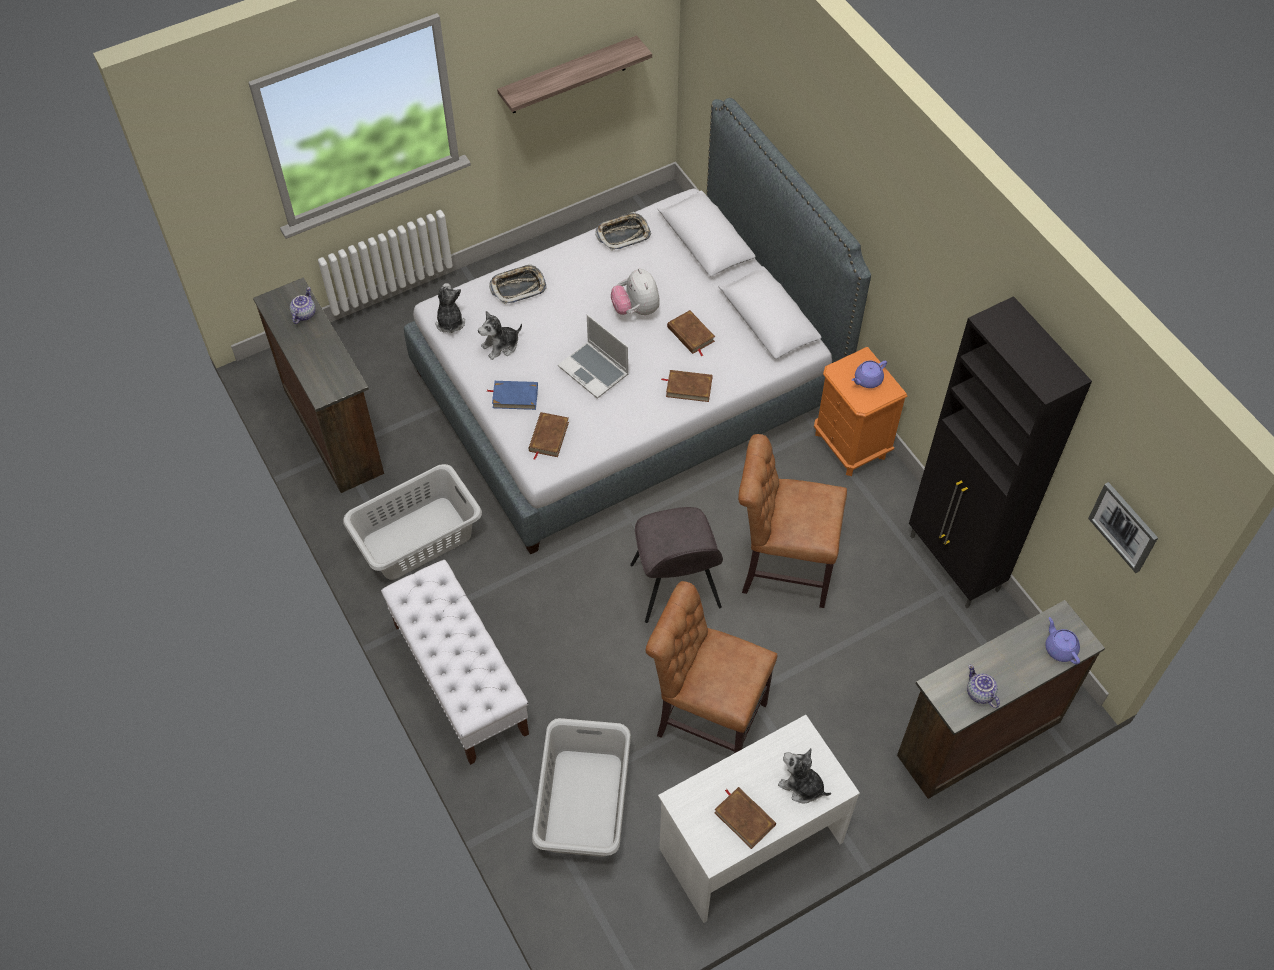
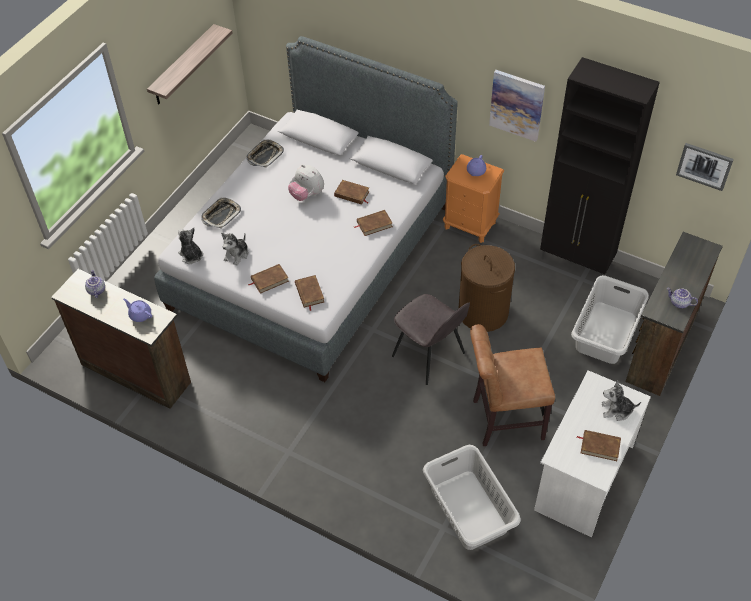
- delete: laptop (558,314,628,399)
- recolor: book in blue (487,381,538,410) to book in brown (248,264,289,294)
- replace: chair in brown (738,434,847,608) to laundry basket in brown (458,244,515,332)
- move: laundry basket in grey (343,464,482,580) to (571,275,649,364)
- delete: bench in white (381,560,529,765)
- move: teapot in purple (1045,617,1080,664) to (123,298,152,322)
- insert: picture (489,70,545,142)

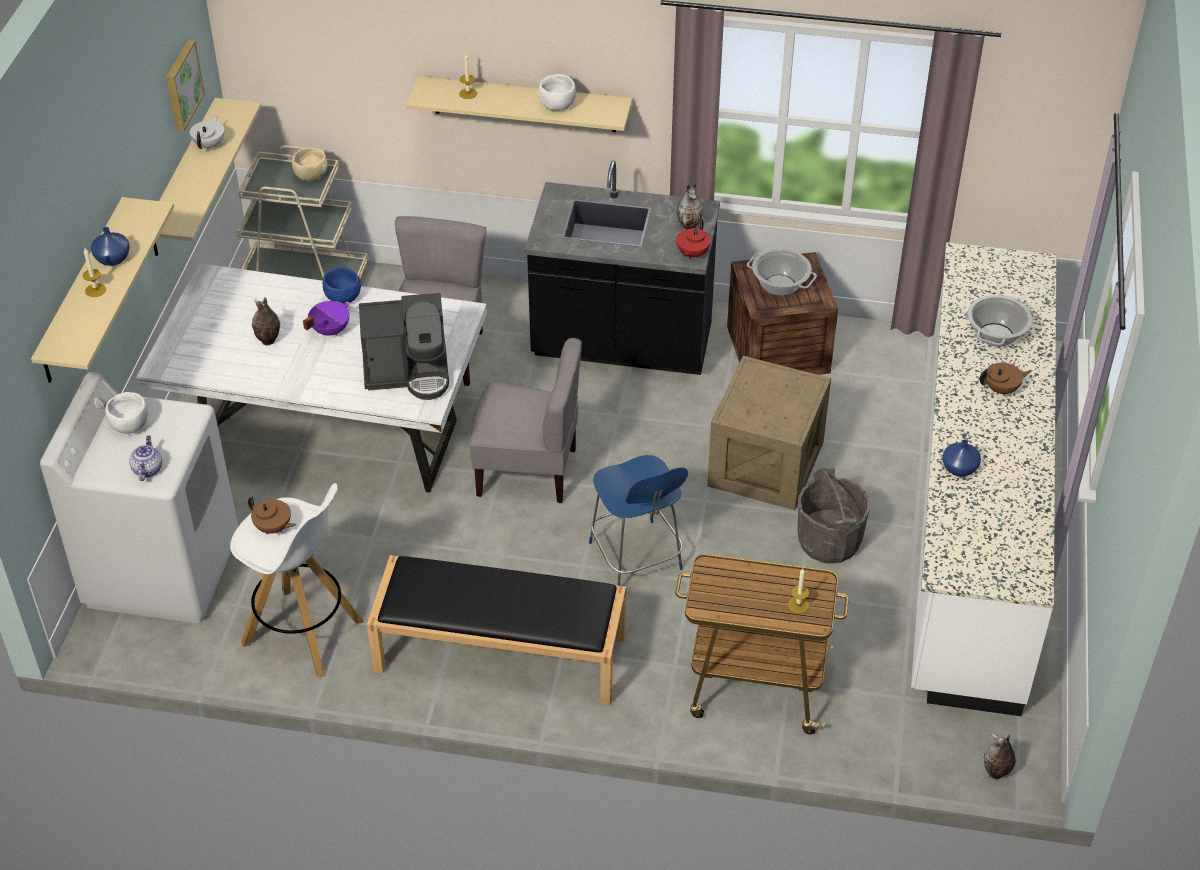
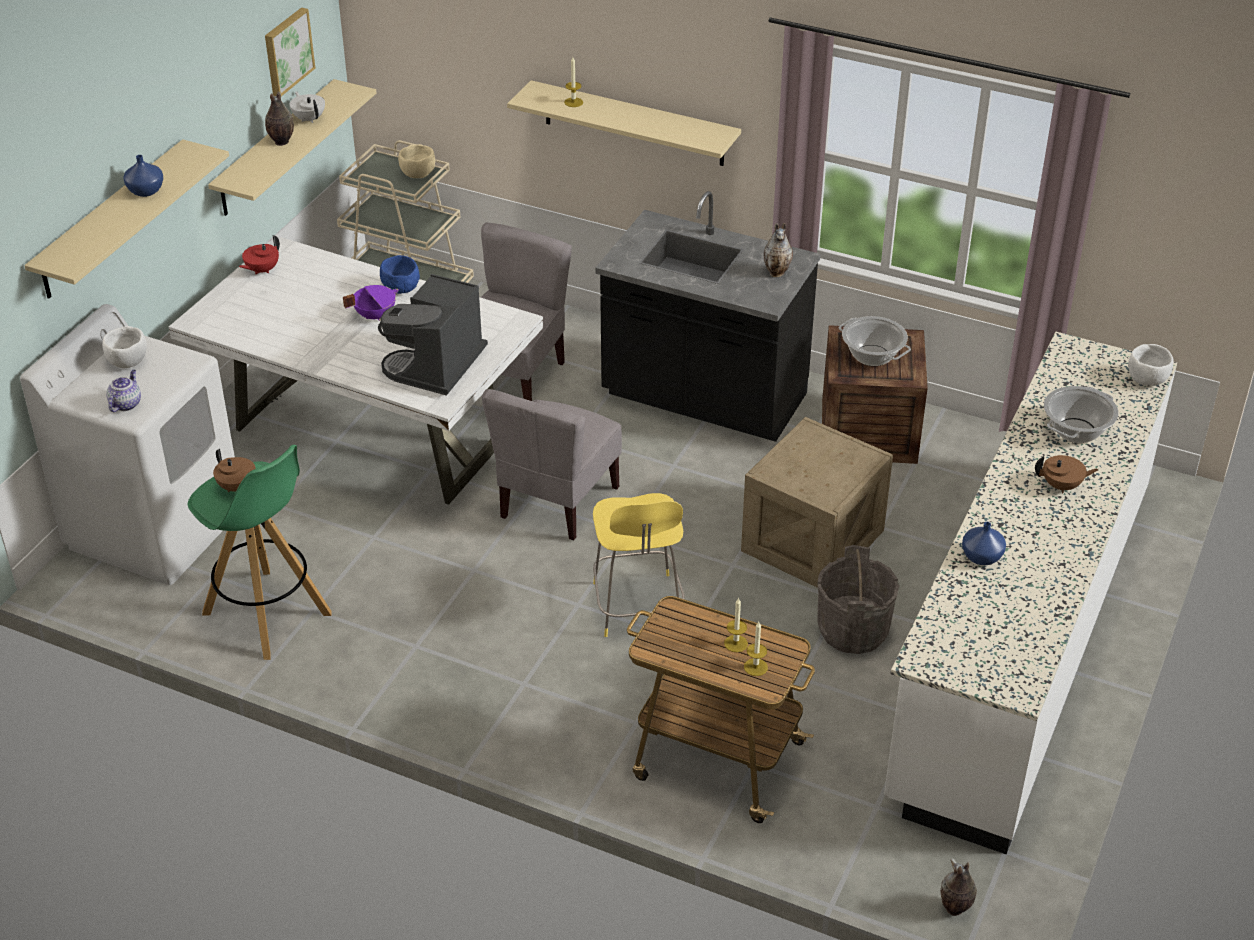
- move: bowl in white (538,74,576,111) to (1128,344,1173,386)
- rotate: teapot in white (190,115,224,150) = (290,91,325,123) 60 degrees counterclockwise
- move: teapot in red (676,219,711,259) to (239,235,280,274)
- move: candle (83,248,106,297) to (724,598,748,652)
- rotate: coffee machine (359,293,449,400) = (378,274,488,396) 105 degrees clockwise
- move: vase (252,297,280,346) to (265,91,294,146)
- rotate: chair in grey (469,338,582,503) = (482,389,622,540) 90 degrees clockwise
- recolor: stool in blue (589,455,688,586) to stool in yellow (593,493,685,637)
- recolor: stool in white (230,483,364,678) to stool in green (188,445,332,660)
- delete: bench in black (367,555,626,706)

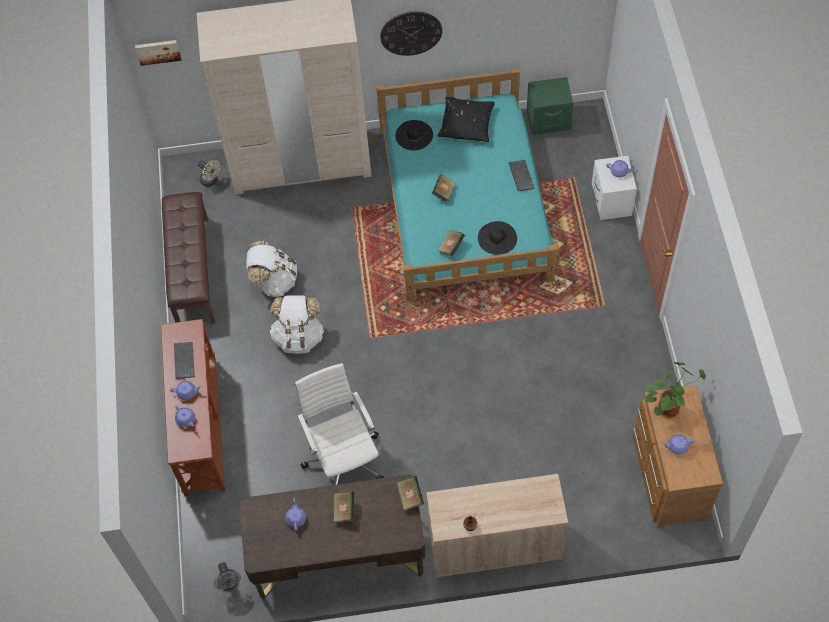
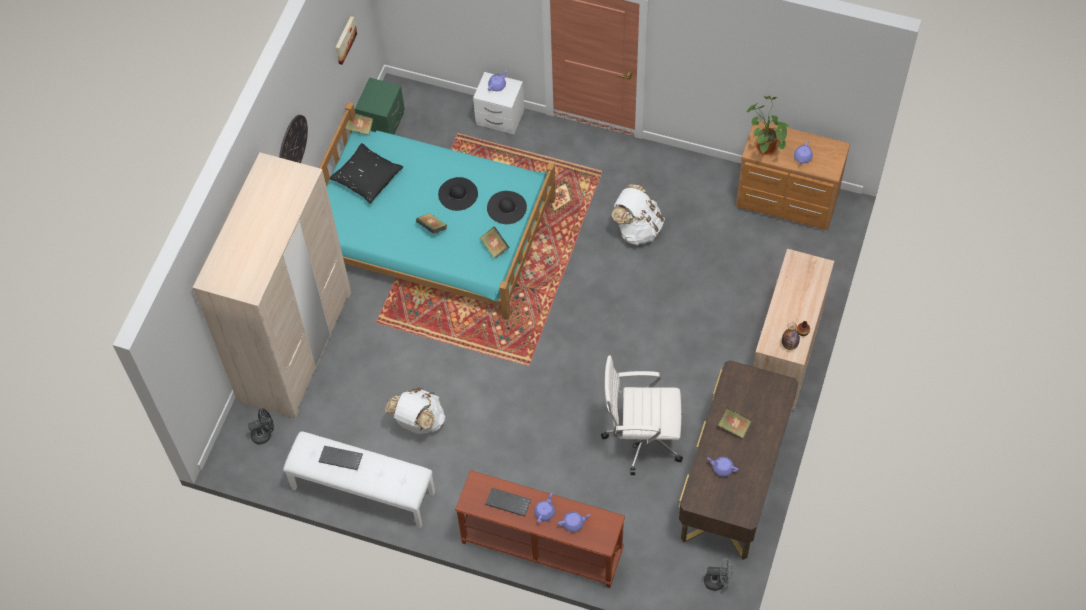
- move: picture (135,40,181,66) to (336,16,357,65)
- move: hat in black (395,120,433,150) to (438,177,478,211)
- recolor: fan in beige (198,160,221,187) to fan in black (248,408,274,445)
- move: keyboard (509,160,534,191) to (318,446,363,470)
- recolor: bench in brown (162,192,216,324) to bench in white (283,431,435,528)
- move: backpack in white (270,296,324,354) to (611,184,665,246)
- move: book (397,476,424,510) to (345,114,373,135)
- insert: bottle (782,323,800,350)

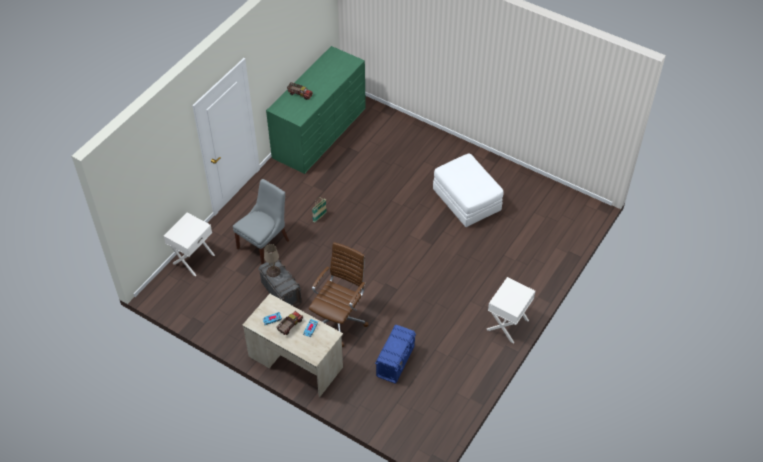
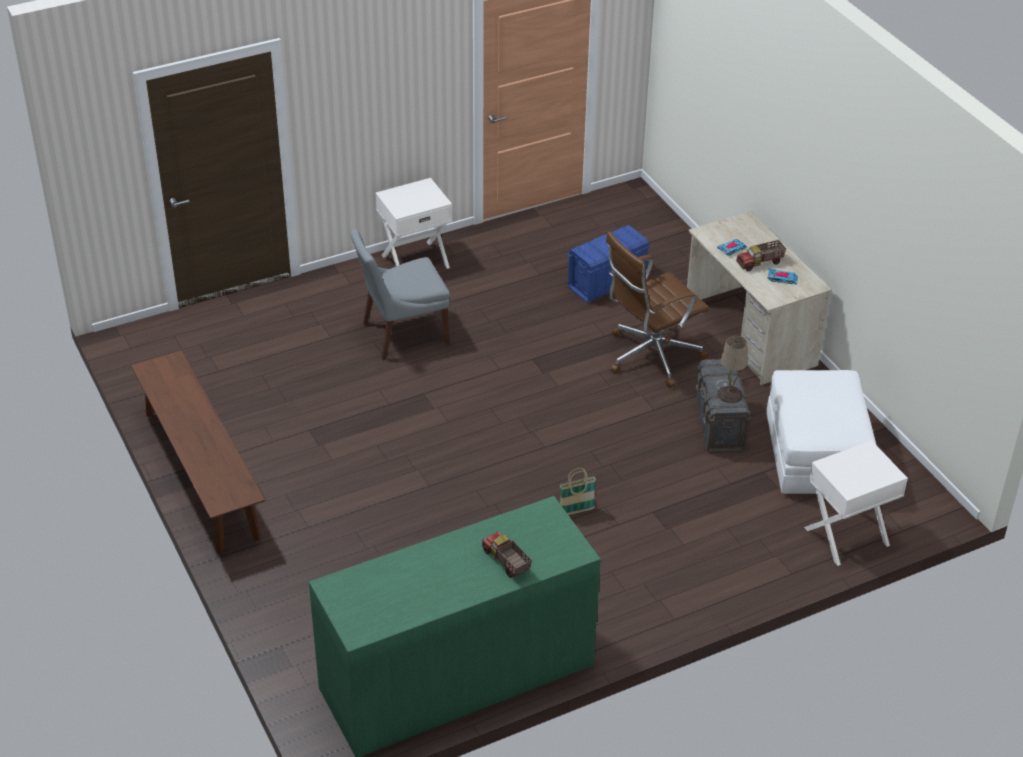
- move: ottoman in white (433,153,504,227) to (767,370,876,494)
- move: chair in grey (233,179,289,265) to (350,229,450,360)
- insert: bench in brown (131,350,265,554)

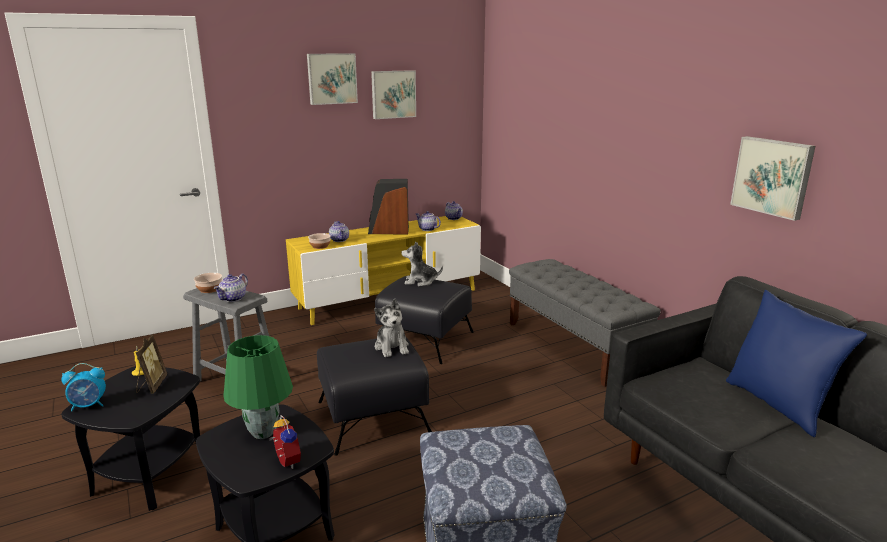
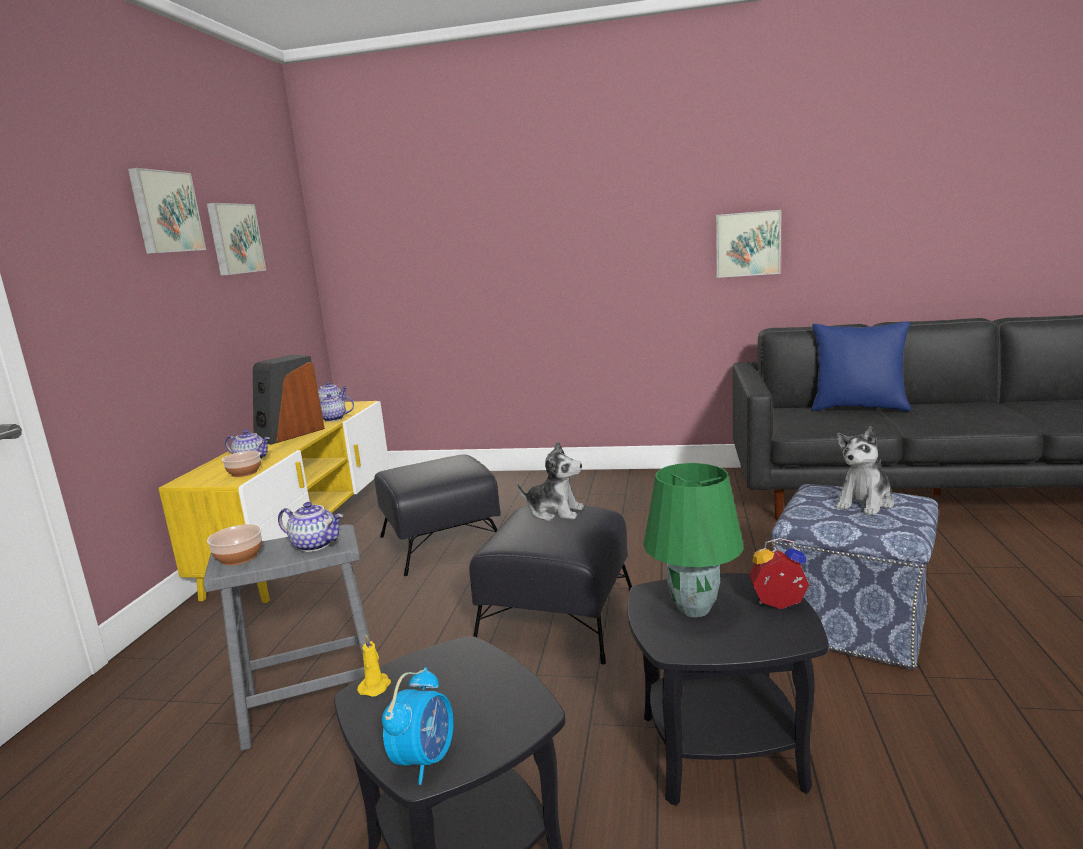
- move: plush toy (402,241,443,286) to (836,426,894,516)
- delete: bench in grey (509,259,661,387)
- rotate: teapot (214,273,248,302) = (278,502,343,552) 45 degrees counterclockwise
- delete: picture frame (135,334,167,394)

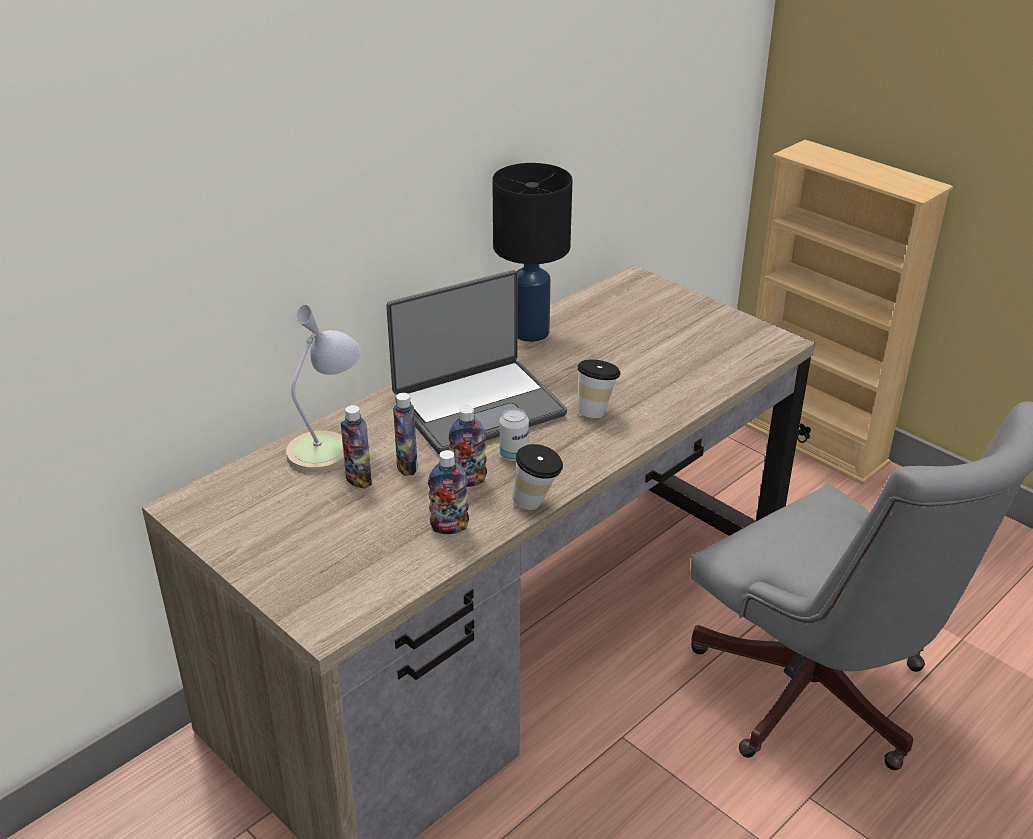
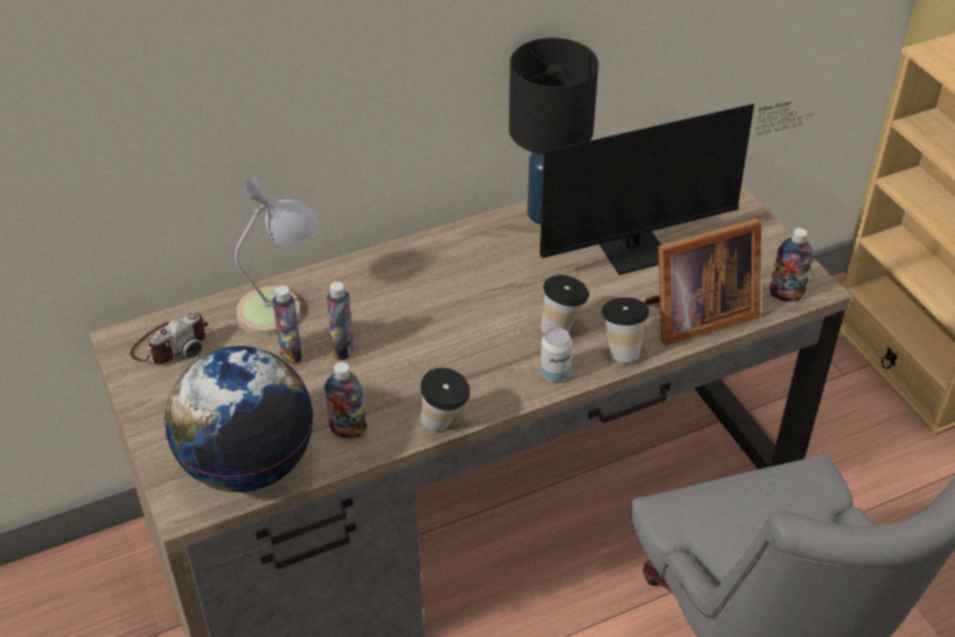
- delete: laptop (386,270,567,455)
- move: bottle (448,406,487,487) to (769,228,814,301)
- move: can (500,408,529,462) to (540,328,572,381)
- insert: monitor (540,102,815,275)
- insert: picture frame (644,219,761,346)
- insert: cup (602,297,649,362)
- insert: photo camera (130,312,208,365)
- insert: globe (165,346,313,492)

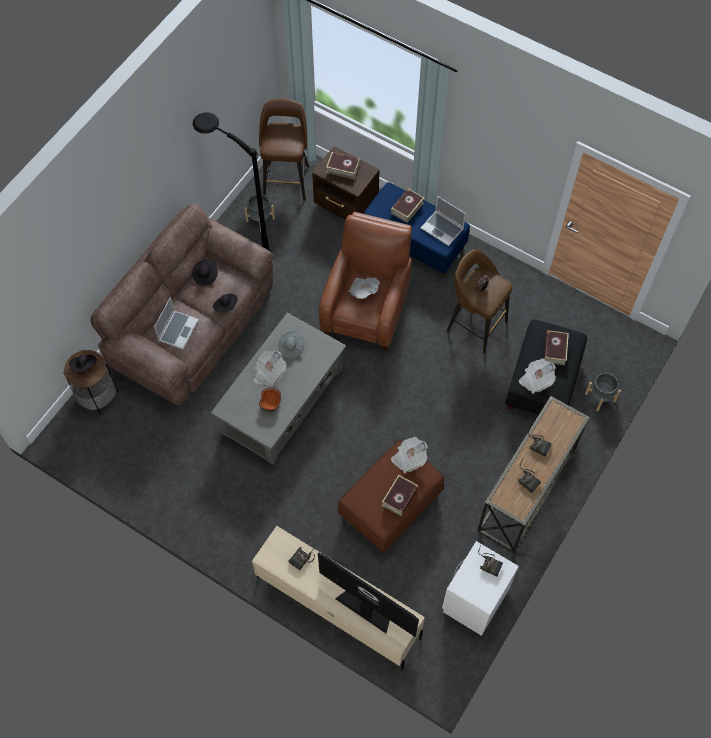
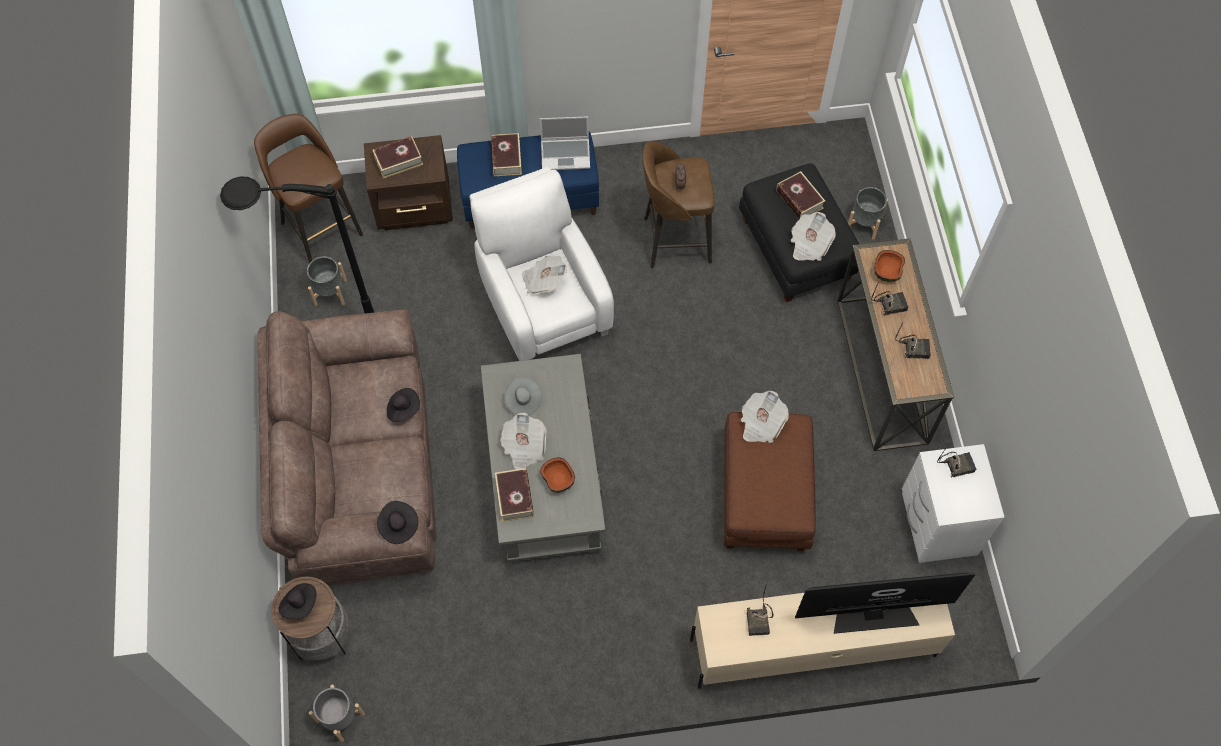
- recolor: armchair in brown (319,212,412,351) to armchair in white (470,167,614,361)
- move: hat in black (192,259,218,286) to (377,501,418,544)
- delete: laptop (154,297,199,349)
- move: book (382,475,418,516) to (495,468,534,522)
- insert: bowl (875,250,905,282)
- insert: planter in grey (309,685,365,742)

